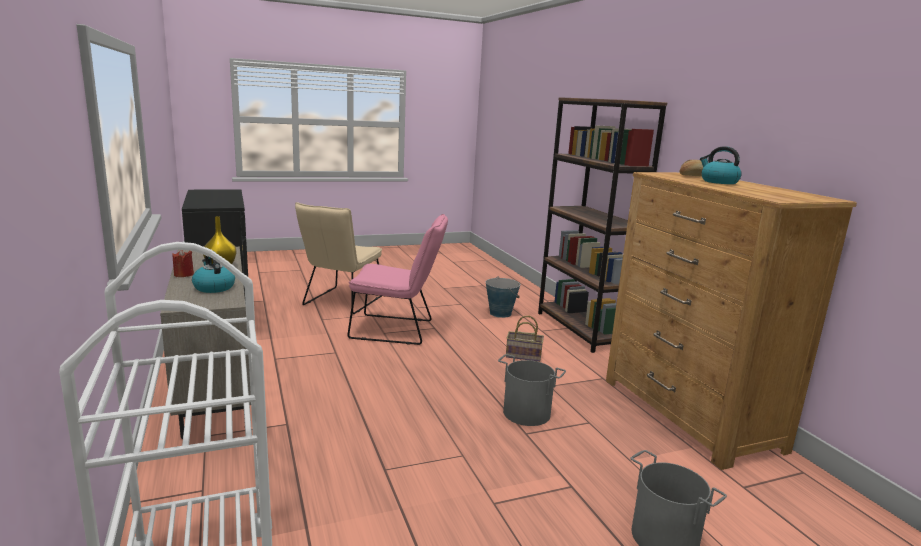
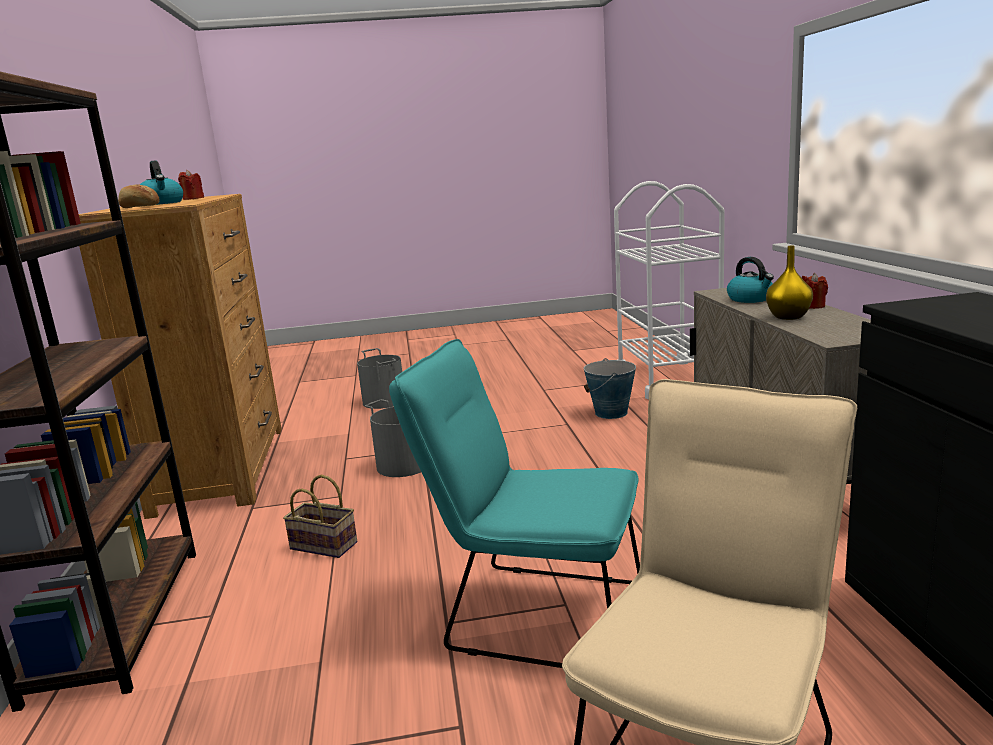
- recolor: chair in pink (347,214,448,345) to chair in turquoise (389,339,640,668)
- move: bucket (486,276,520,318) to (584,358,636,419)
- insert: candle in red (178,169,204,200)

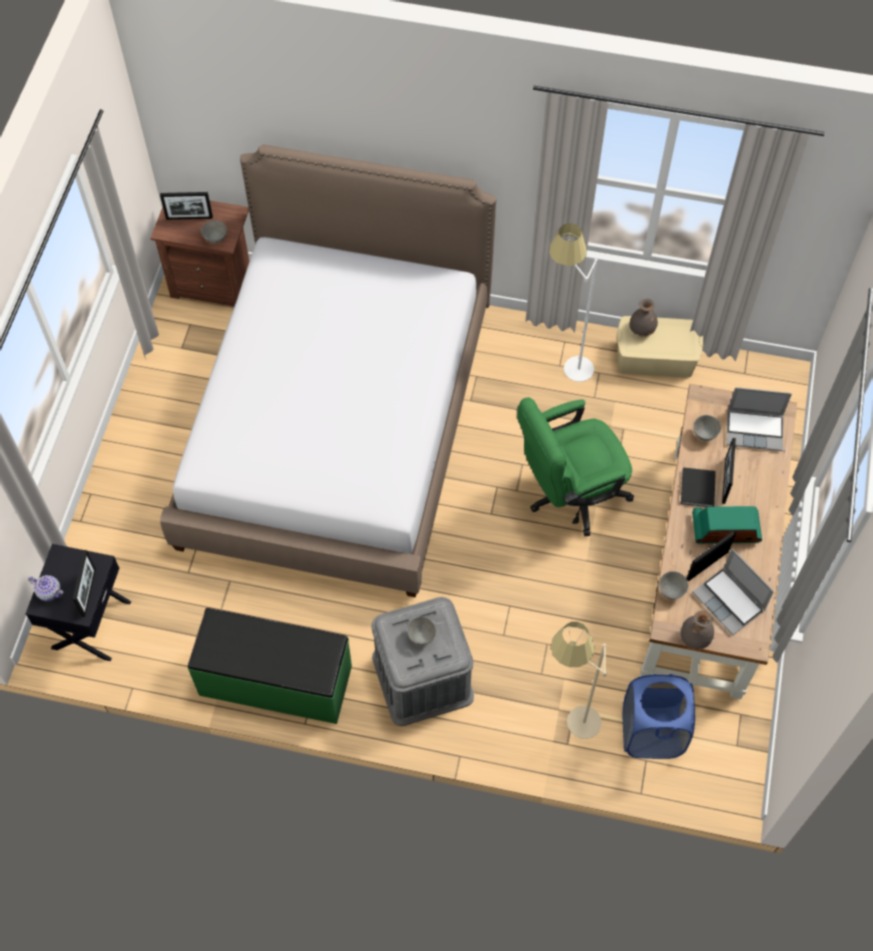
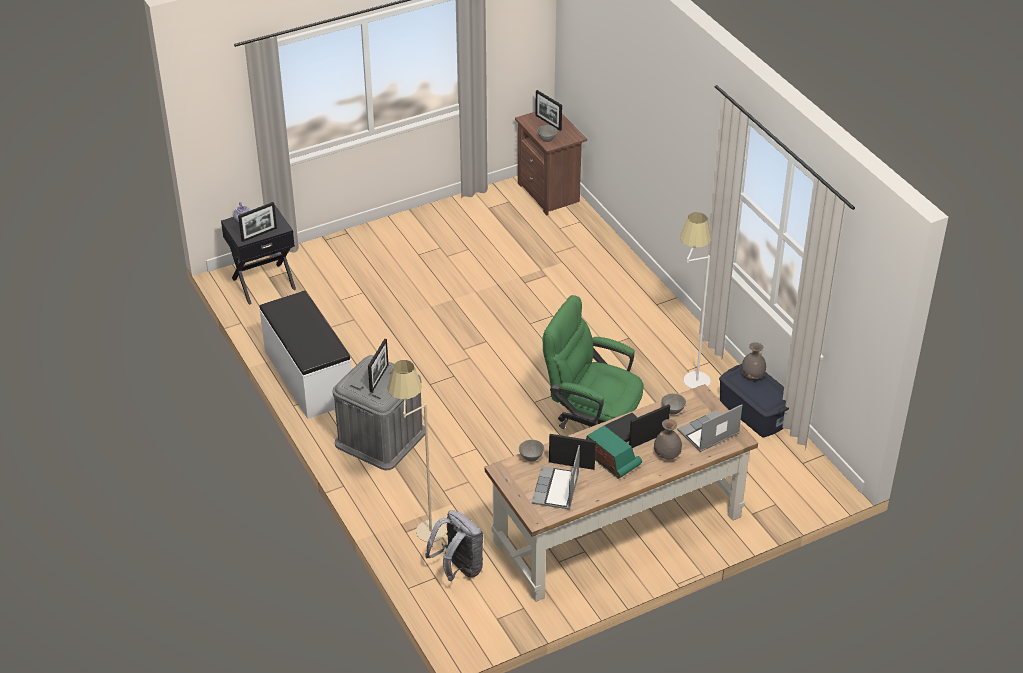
- delete: bed (160,144,496,598)
- recolor: storage box in beige (617,316,703,377) to storage box in blue (719,364,789,437)
- rotate: laptop (726,387,792,451) = (677,404,742,452) 90 degrees clockwise
- recolor: bench in green (188,608,352,724) to bench in white (259,291,351,419)
- move: vase in grey (681,610,714,649) to (654,419,682,459)
- replace: bowl in grey (407,616,436,645) to picture frame (368,339,388,393)
- replace: laundry basket in blue (623,674,695,759) to backpack in grey (425,510,483,581)

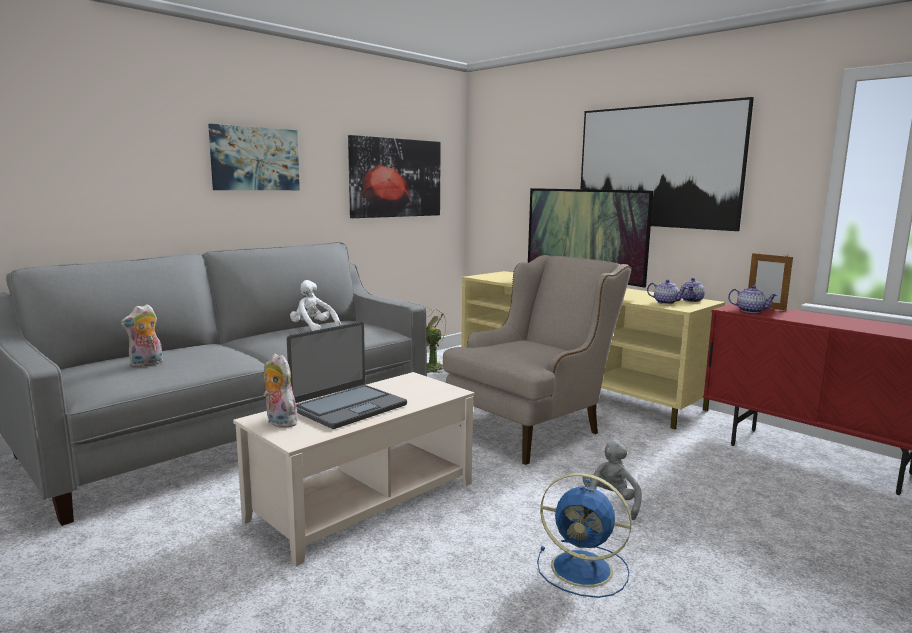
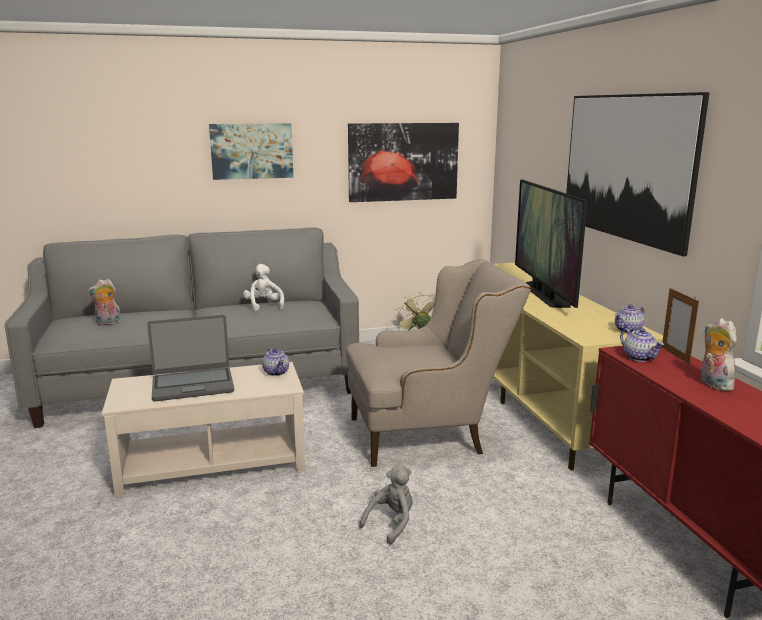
- move: teapot (647,280,687,304) to (262,348,289,376)
- move: plush toy (263,353,298,428) to (701,318,738,391)
- delete: fan in blue (537,473,632,598)

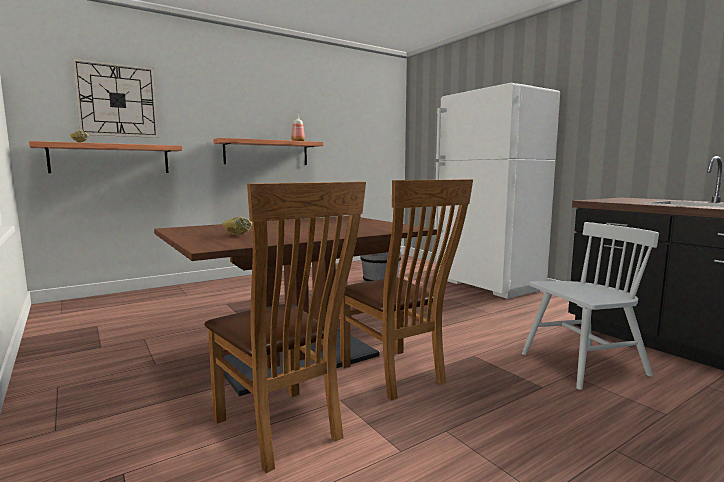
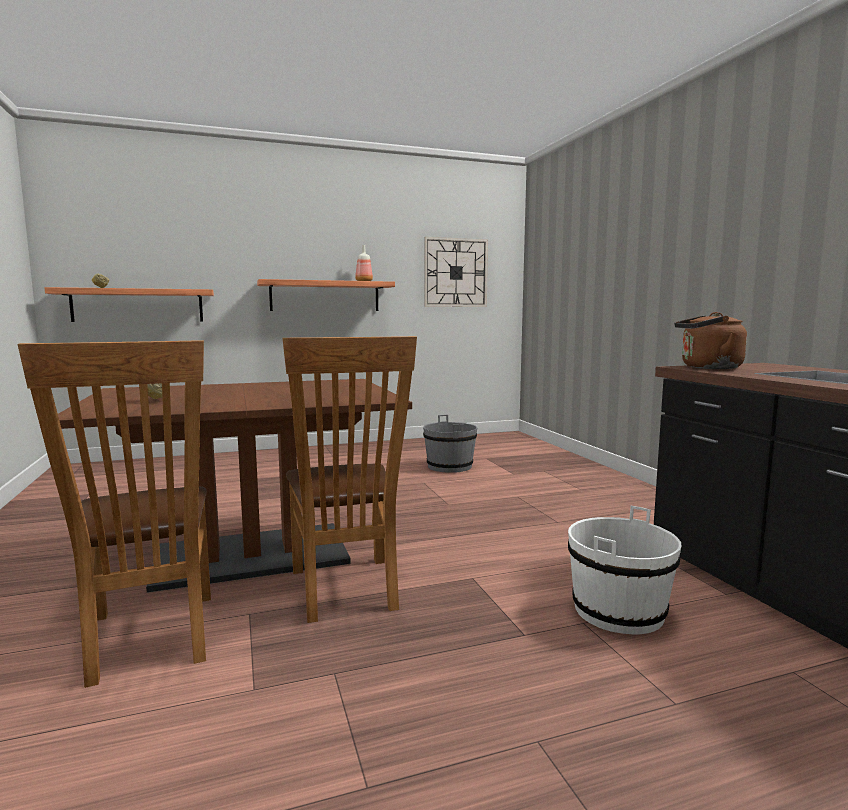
- move: wall clock (72,58,159,138) to (424,237,488,307)
- delete: fridge in white (434,83,560,299)
- replace: chair in white (522,222,659,390) to bucket in white (568,506,682,634)
- insert: kettle in brown (674,312,747,369)

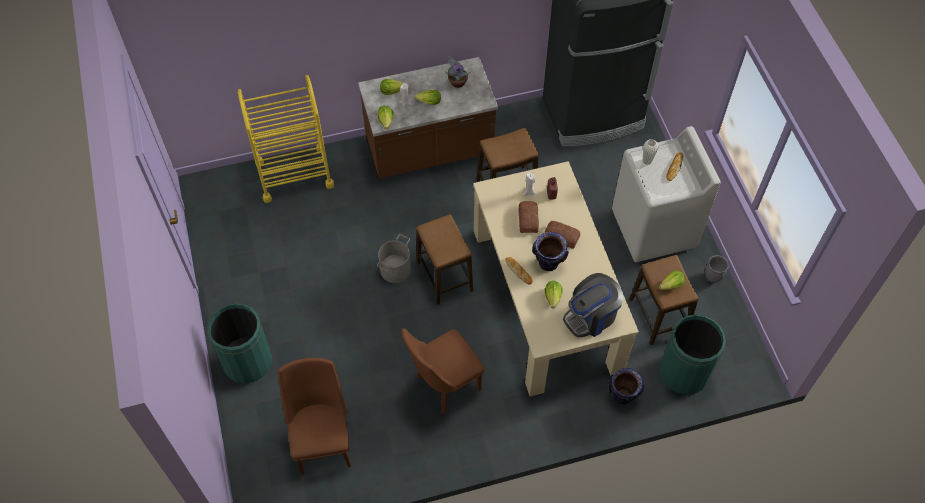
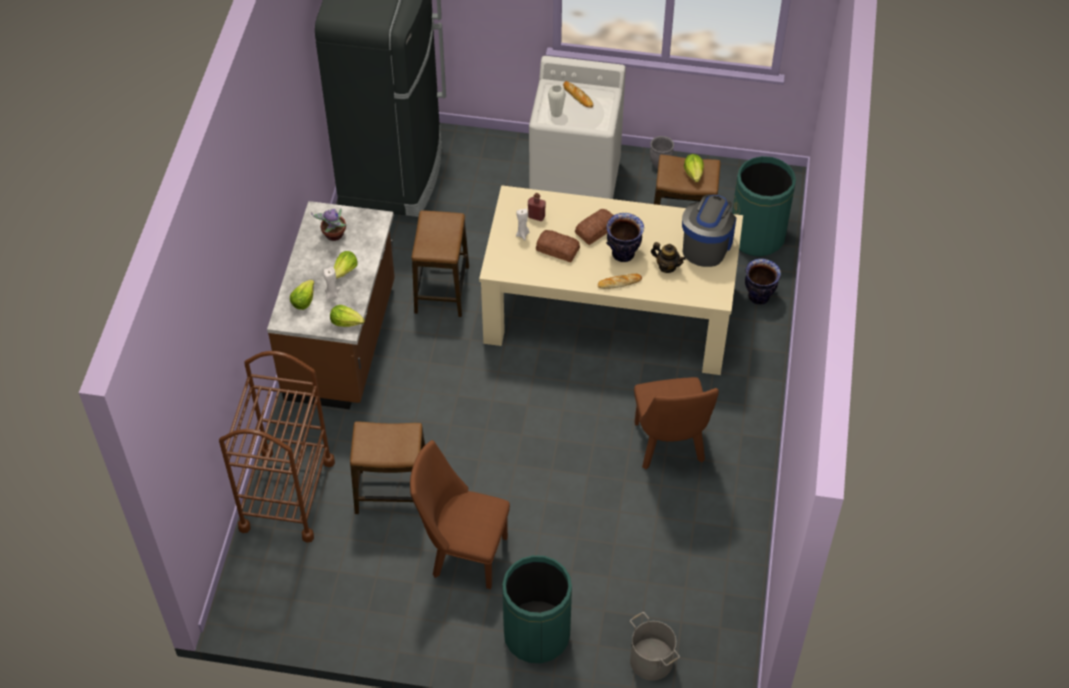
- recolor: cart in yellow (238,75,334,203) to cart in brown (219,351,335,543)
- move: stool (416,214,473,305) to (350,422,425,514)
- move: bucket in grey (377,234,411,283) to (630,612,680,681)
- rotate: coffee machine (563,273,623,337) = (682,195,736,267) 150 degrees counterclockwise
- replace: lettuce (545,281,563,309) to teapot (651,242,686,273)
- move: chair in brown (278,358,351,475) to (410,440,510,589)

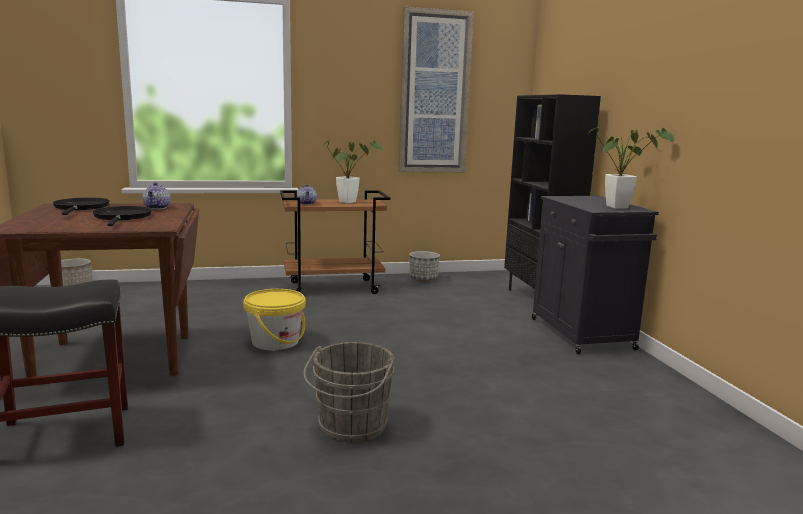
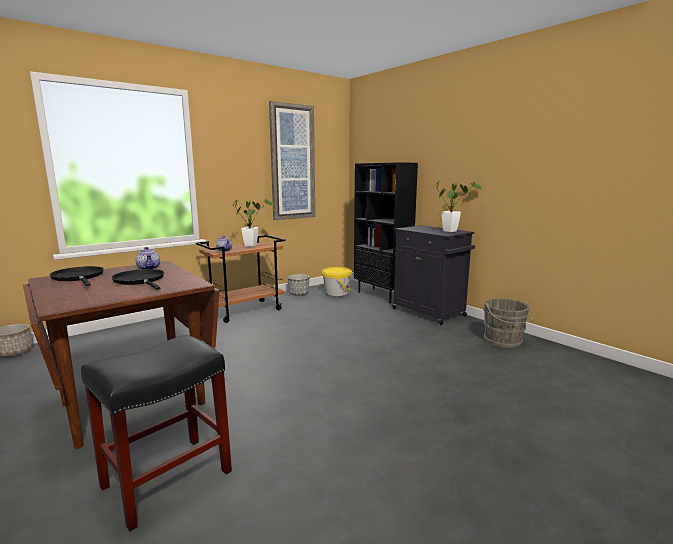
- move: bucket in yellow (243,289,306,350) to (322,267,352,296)
- move: bucket in grey (303,342,395,442) to (483,298,535,348)

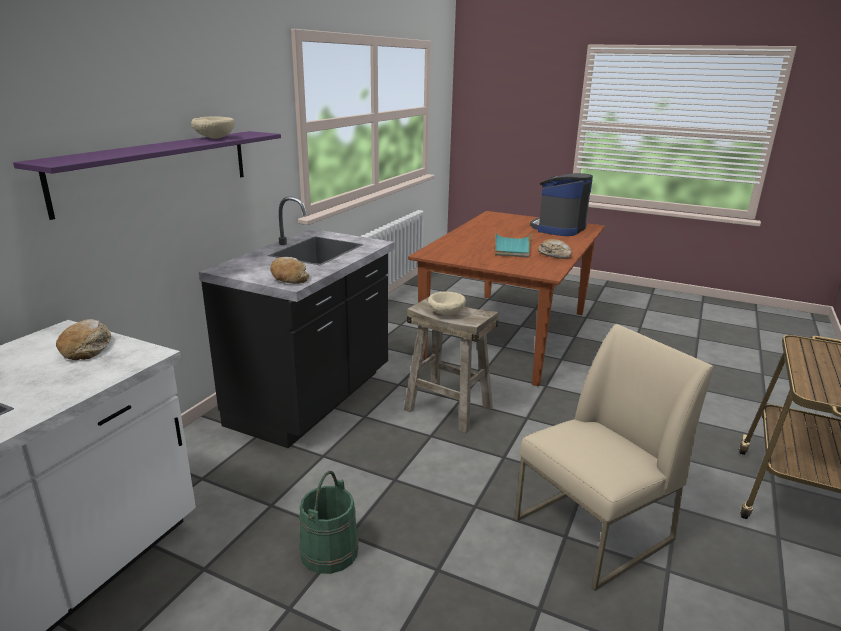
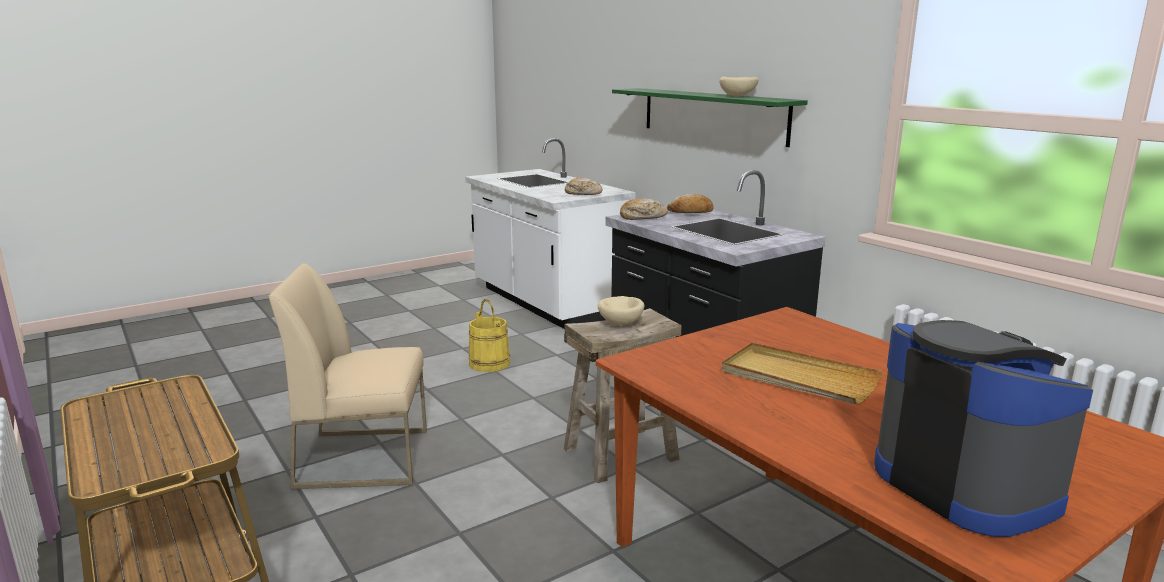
- recolor: shelf in purple (13,131,281,220) to shelf in green (612,88,808,147)
- recolor: tray in turquoise (495,231,531,258) to tray in beige (722,343,883,404)
- move: bread (538,239,572,259) to (667,194,714,213)
- rotate: chair in beige (515,324,713,591) = (269,263,427,489) 90 degrees clockwise
- recolor: bucket in green (299,471,359,574) to bucket in yellow (468,299,510,372)

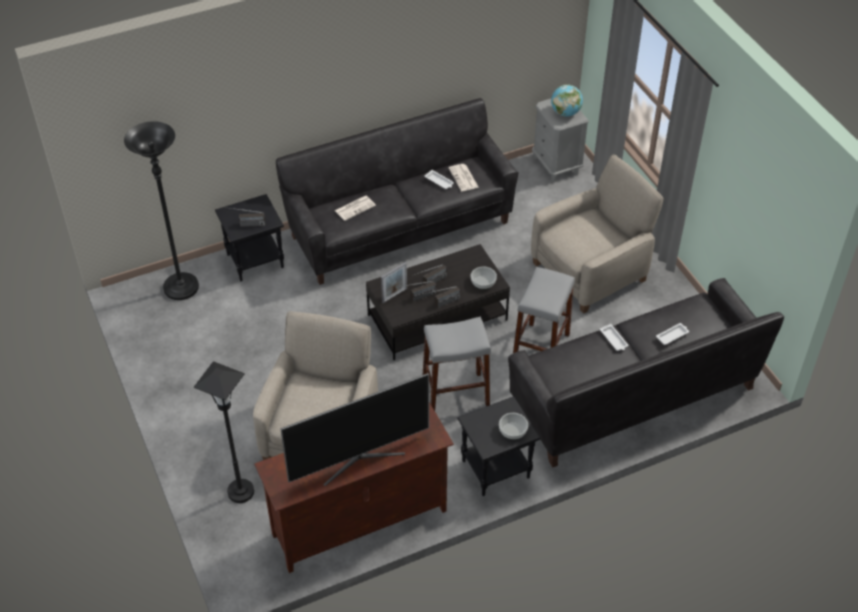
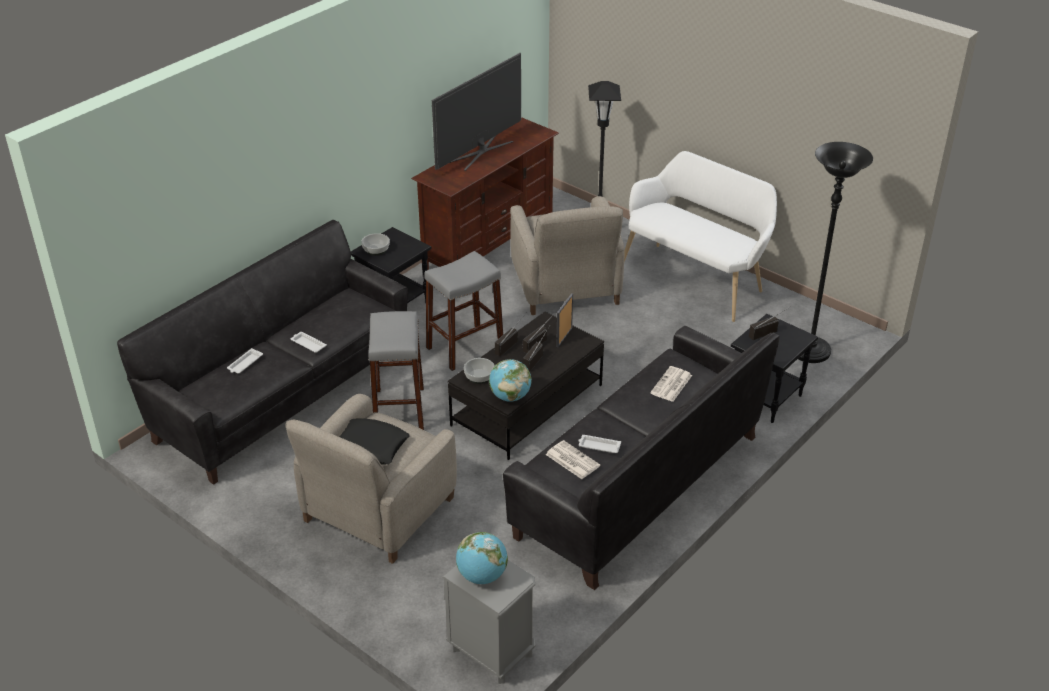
- insert: bench in white (624,151,777,322)
- insert: globe (489,359,532,402)
- insert: pillow in black (339,418,410,464)

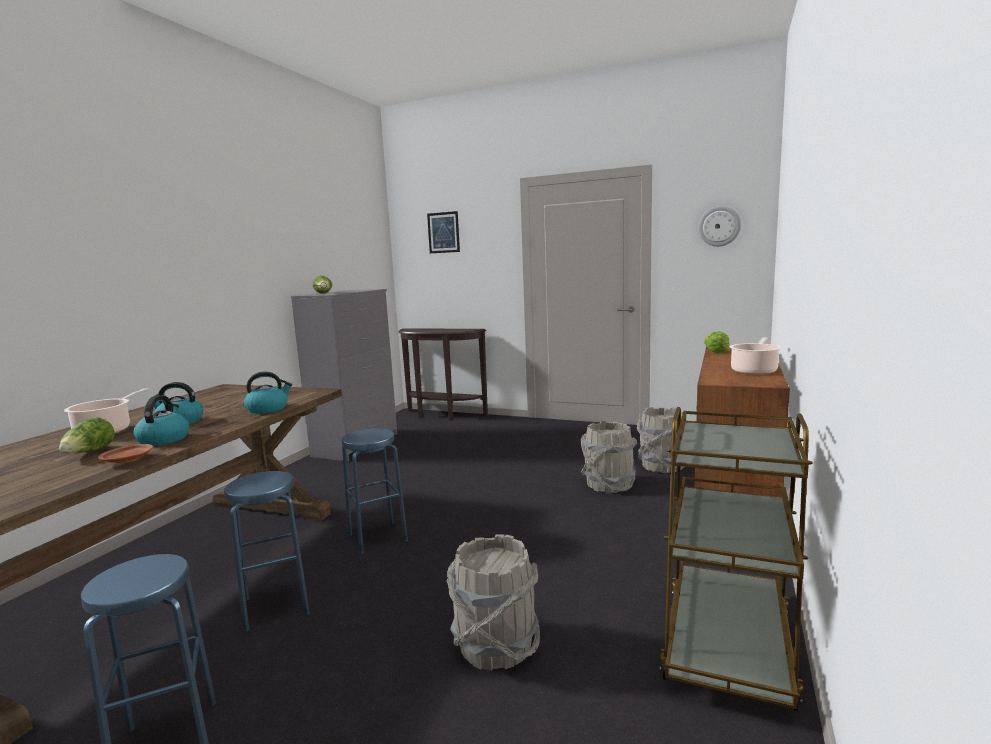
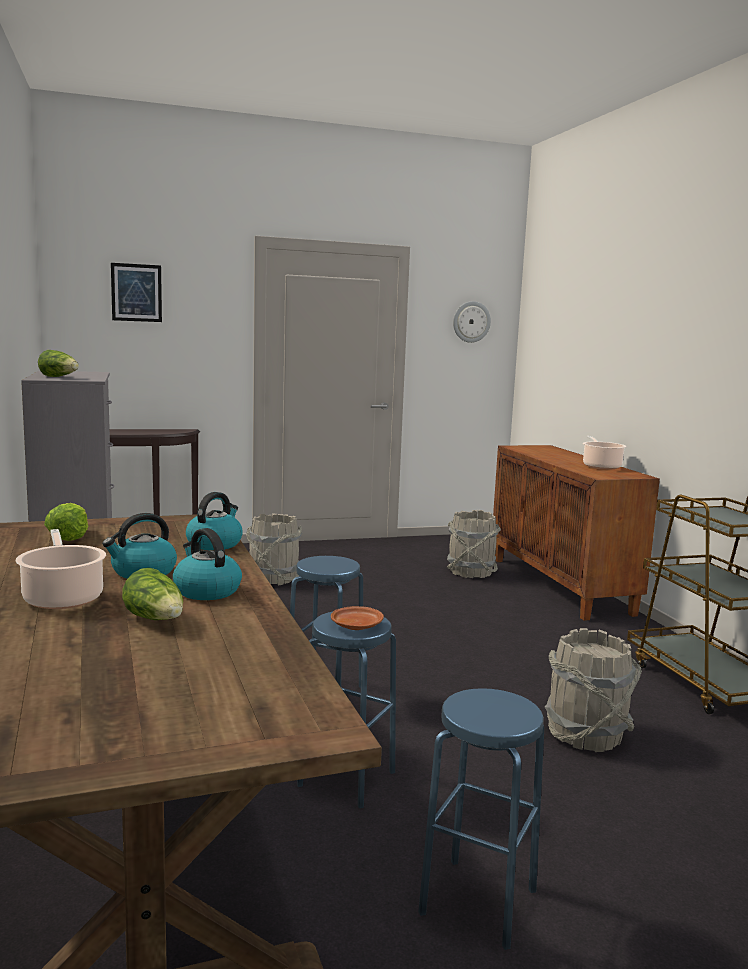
- move: lettuce (704,331,730,353) to (44,503,88,541)
- move: bucket in grey (580,421,637,494) to (246,514,302,586)
- move: plate in brown (98,444,153,463) to (331,606,384,630)

